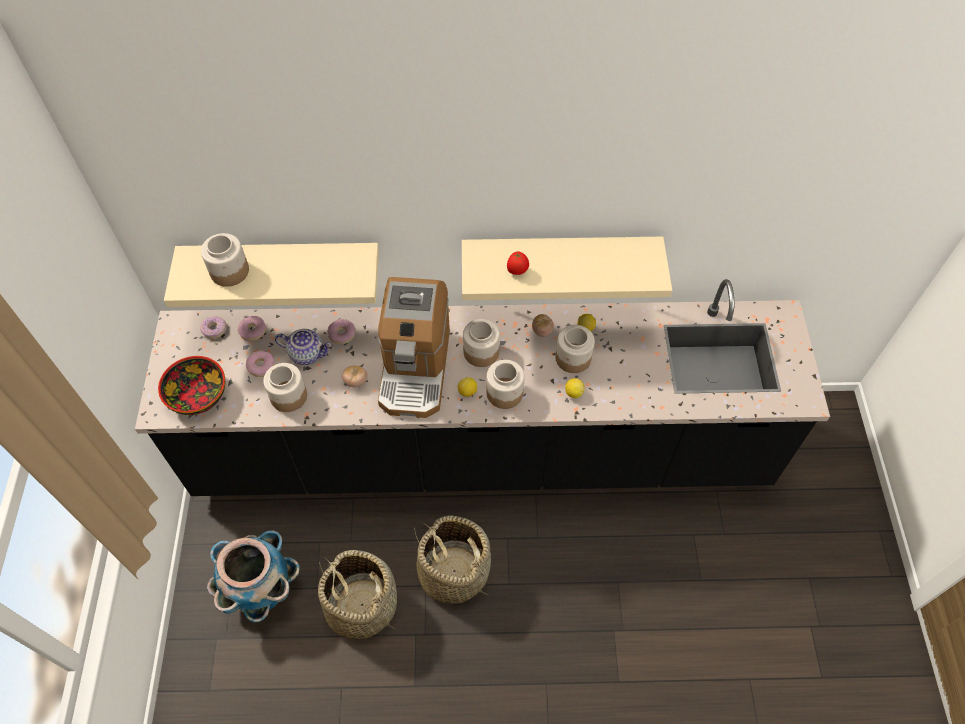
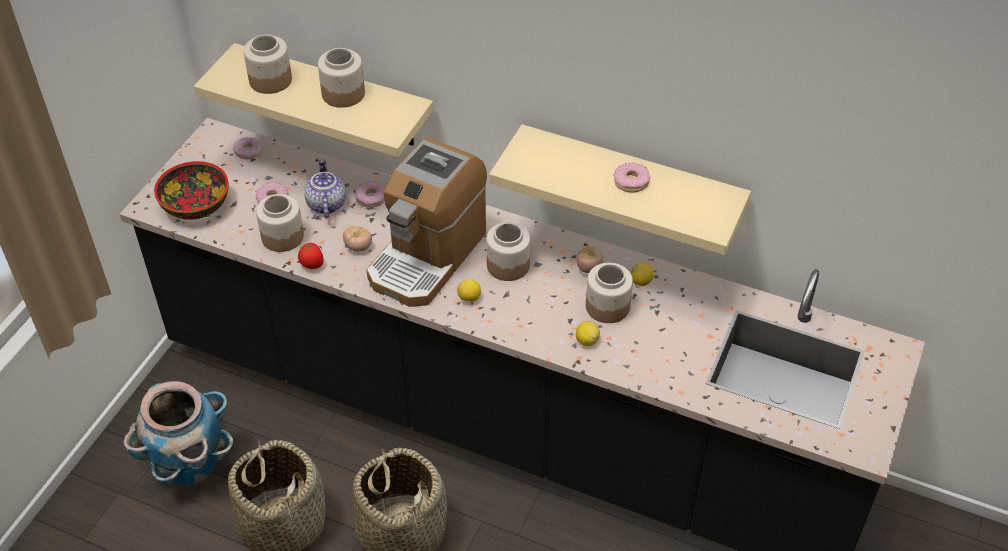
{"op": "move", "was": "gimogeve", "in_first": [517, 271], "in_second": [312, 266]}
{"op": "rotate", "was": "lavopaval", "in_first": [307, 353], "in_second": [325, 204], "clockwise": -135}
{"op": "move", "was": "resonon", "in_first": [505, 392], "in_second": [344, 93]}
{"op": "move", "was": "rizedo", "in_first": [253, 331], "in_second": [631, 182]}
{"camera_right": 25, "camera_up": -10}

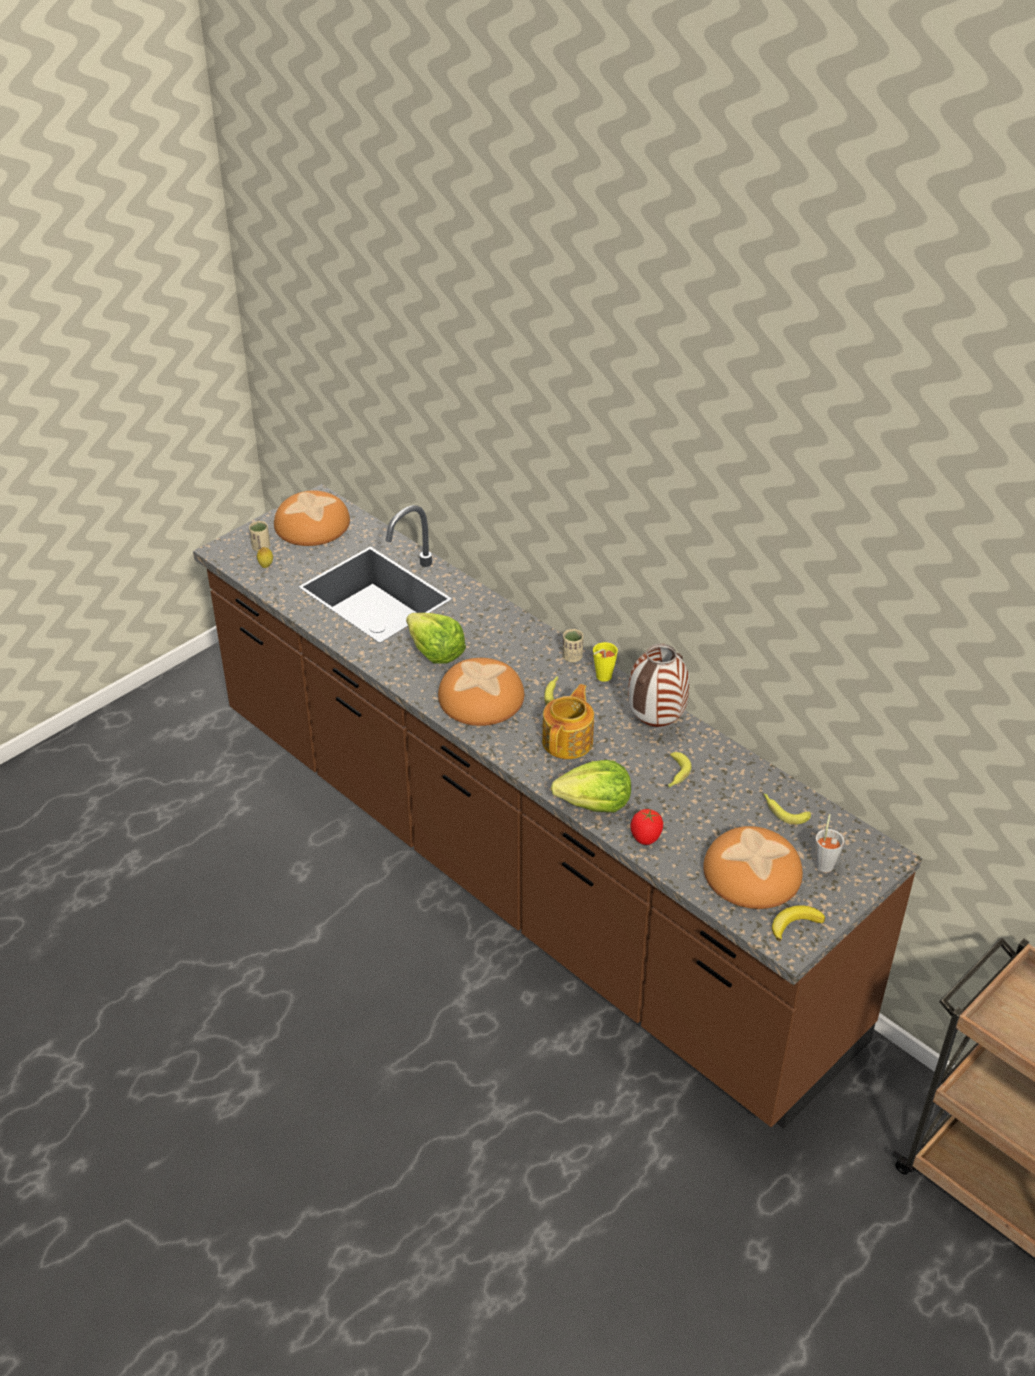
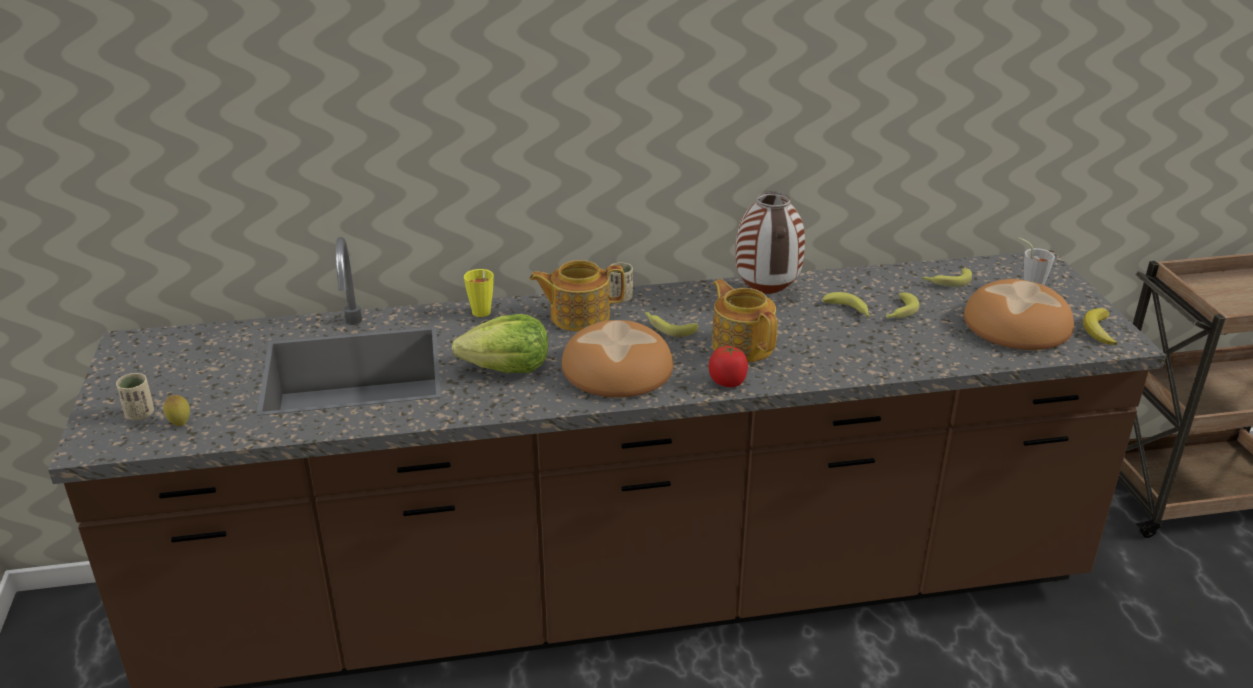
{"op": "move", "was": "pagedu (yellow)", "in_first": [601, 678], "in_second": [481, 314]}
{"op": "insert", "now": "lavopaval", "in_second": [578, 316]}
{"op": "move", "was": "gimogeve", "in_first": [645, 838], "in_second": [728, 382]}
{"op": "insert", "now": "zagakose", "in_second": [898, 312]}
{"op": "delete", "was": "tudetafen", "in_first": [312, 524]}
{"op": "delete", "was": "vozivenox", "in_first": [595, 804]}
{"camera_right": -55, "camera_up": -10}

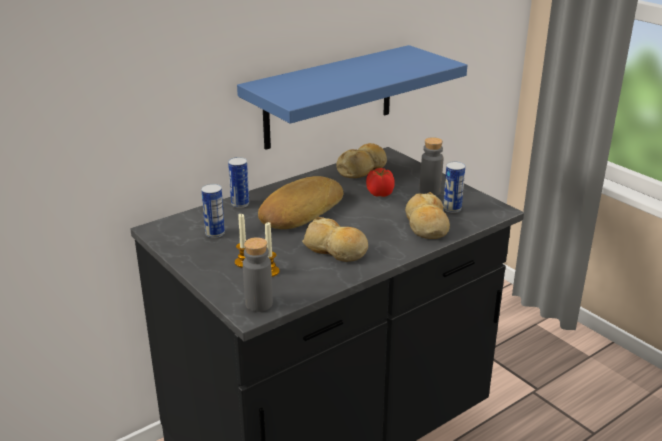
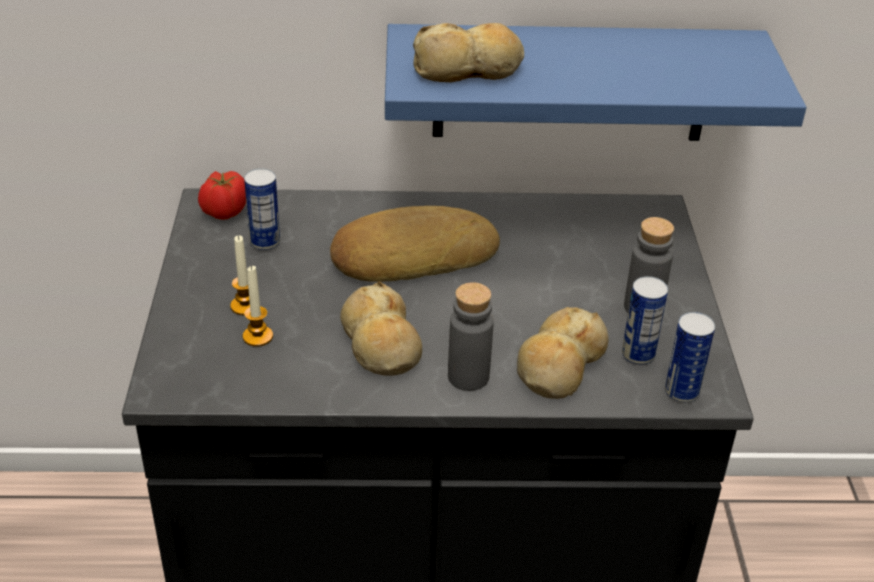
{"op": "move", "was": "gimogeve", "in_first": [379, 194], "in_second": [224, 212]}
{"op": "move", "was": "tudetafen", "in_first": [363, 169], "in_second": [468, 69]}
{"op": "move", "was": "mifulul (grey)", "in_first": [259, 304], "in_second": [468, 377]}
{"op": "move", "was": "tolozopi", "in_first": [240, 204], "in_second": [681, 392]}
{"camera_right": 35, "camera_up": 10}

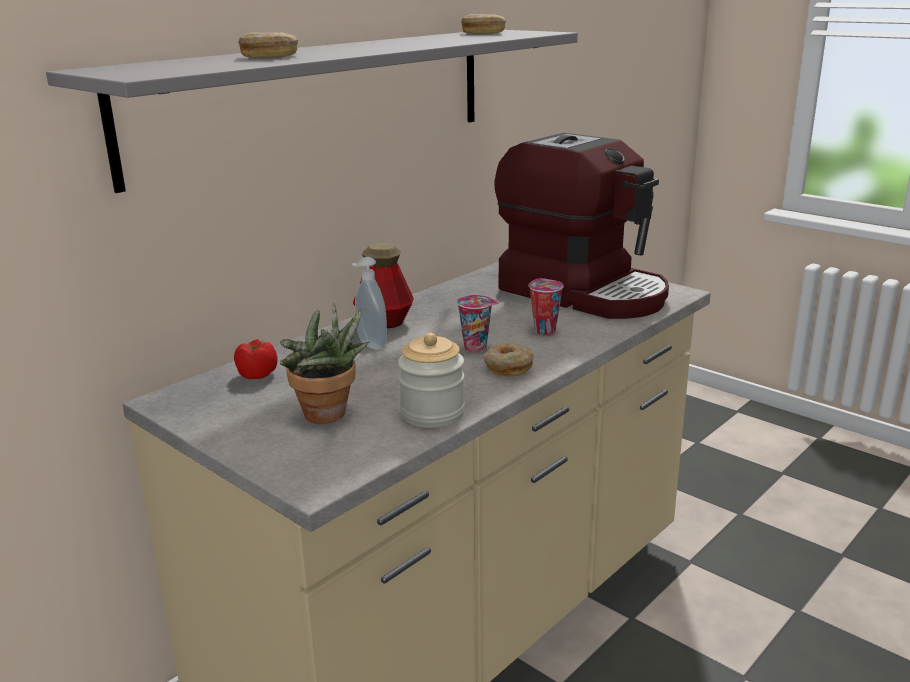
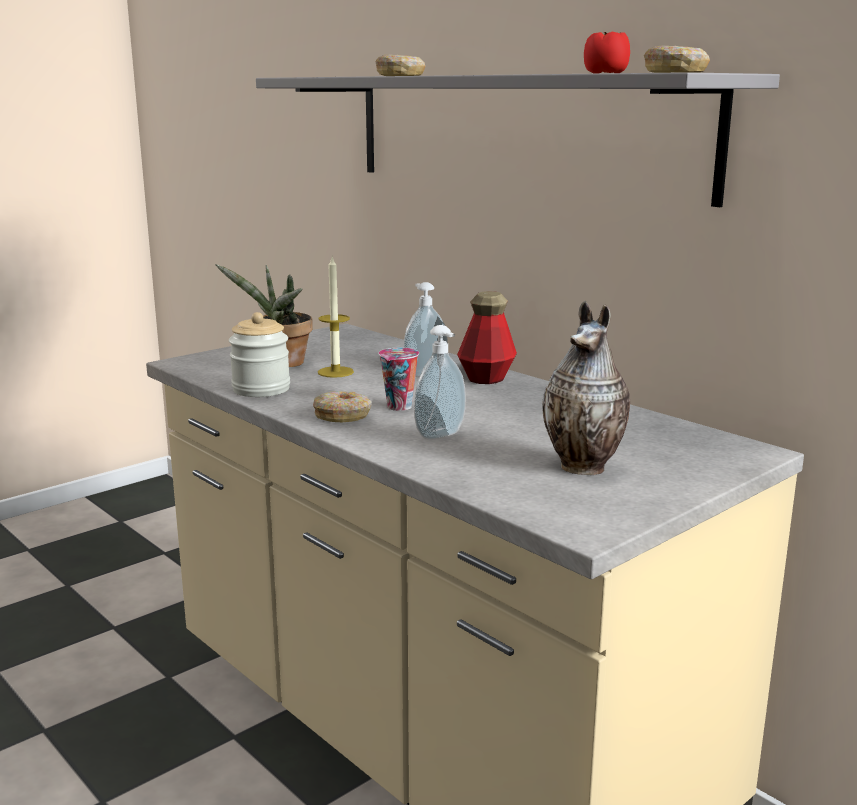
{"op": "insert", "now": "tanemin", "in_second": [335, 372]}
{"op": "replace", "was": "pagedu", "now": "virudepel", "in_first": [543, 330], "in_second": [441, 436]}
{"op": "replace", "was": "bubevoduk", "now": "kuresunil", "in_first": [584, 292], "in_second": [586, 467]}
{"op": "move", "was": "gimogeve", "in_first": [256, 374], "in_second": [605, 73]}
{"camera_right": 95, "camera_up": -5}

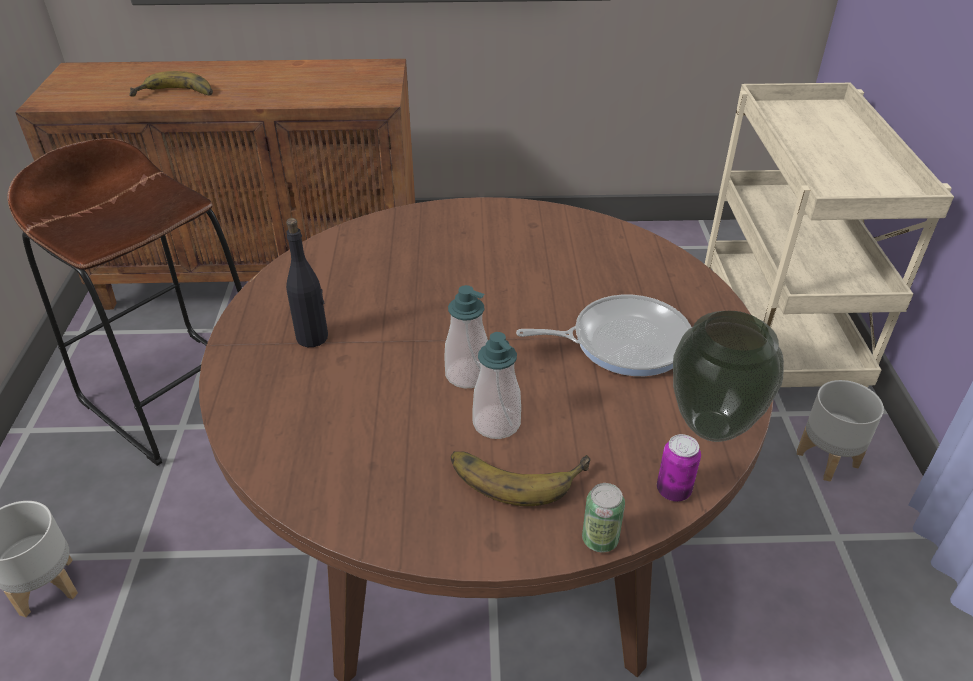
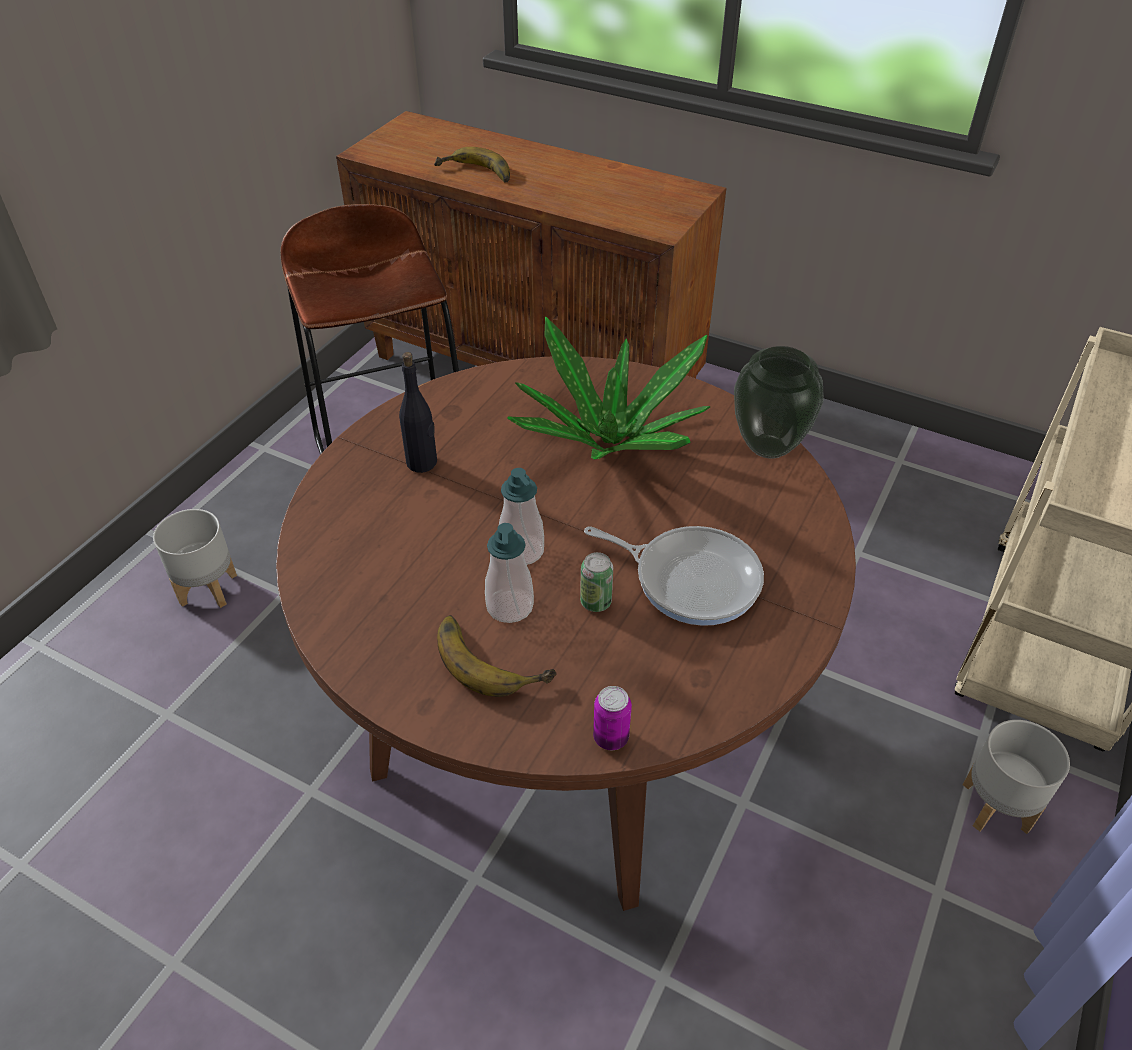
{"op": "insert", "now": "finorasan", "in_second": [609, 442]}
{"op": "move", "was": "tolozopi", "in_first": [600, 539], "in_second": [596, 602]}
{"op": "move", "was": "kuresunil", "in_first": [713, 426], "in_second": [770, 447]}
{"camera_right": 30, "camera_up": 5}

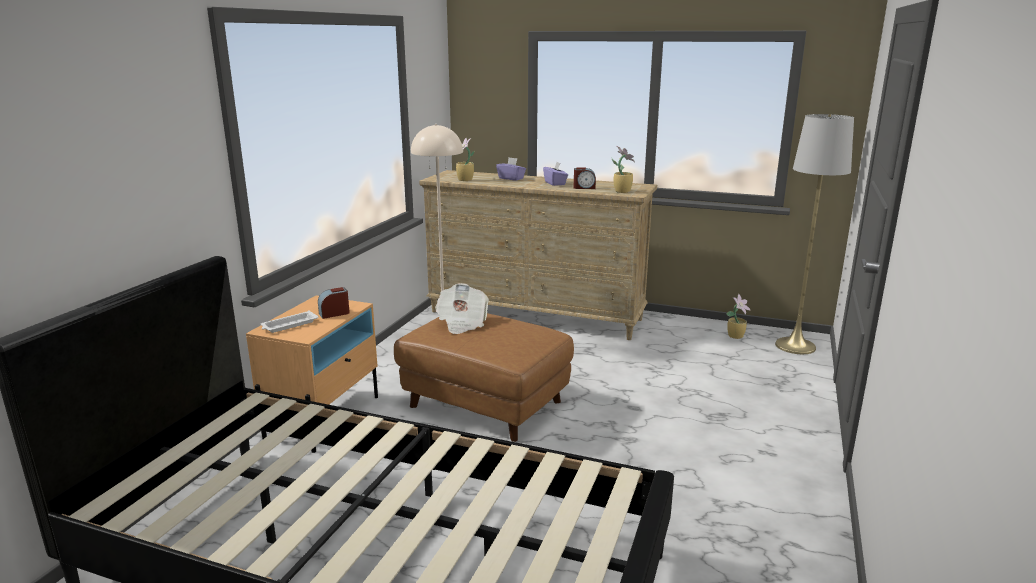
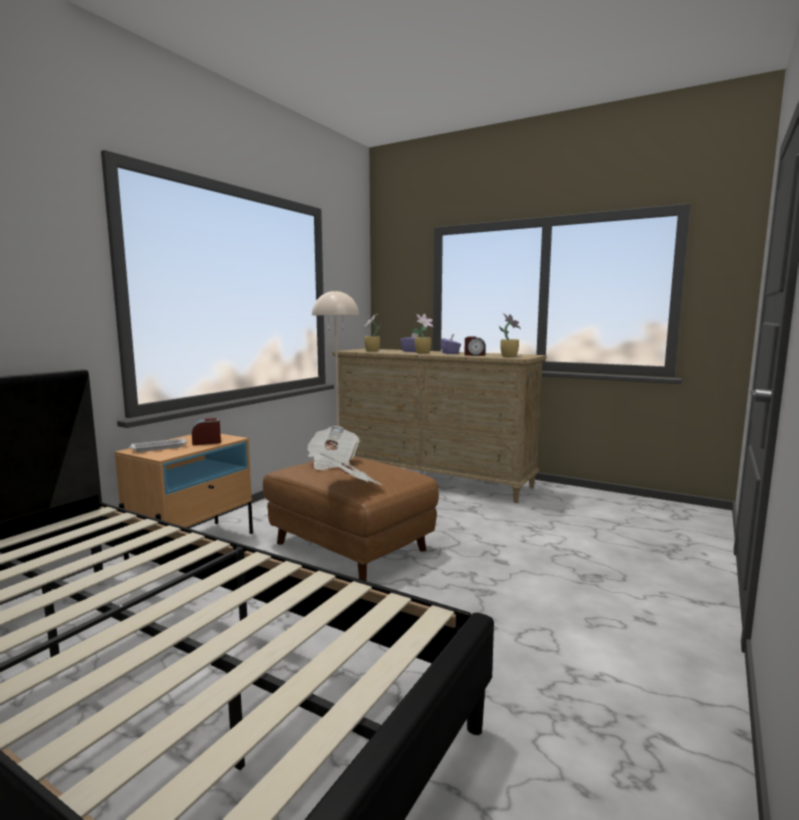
{"op": "insert", "now": "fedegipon", "in_second": [351, 485]}
{"op": "move", "was": "finorasan", "in_first": [736, 336], "in_second": [423, 353]}
{"op": "delete", "was": "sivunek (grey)", "in_first": [795, 346]}
{"camera_right": 10, "camera_up": -10}

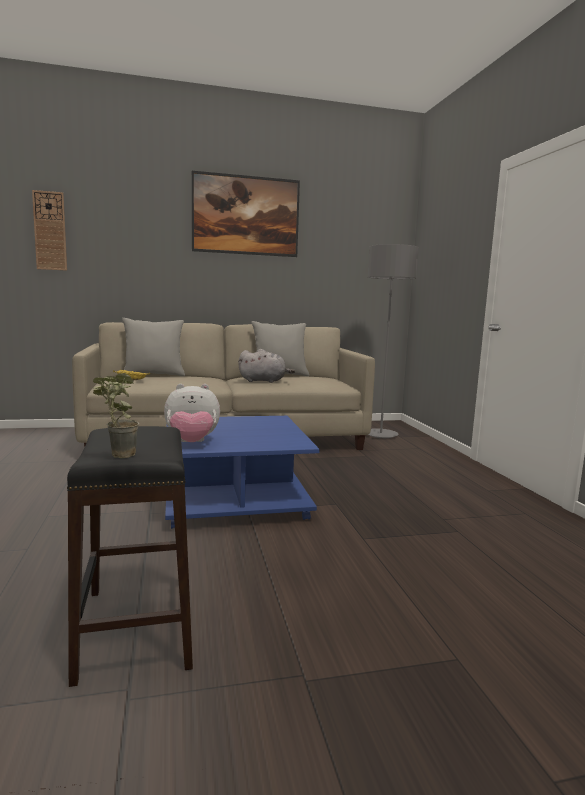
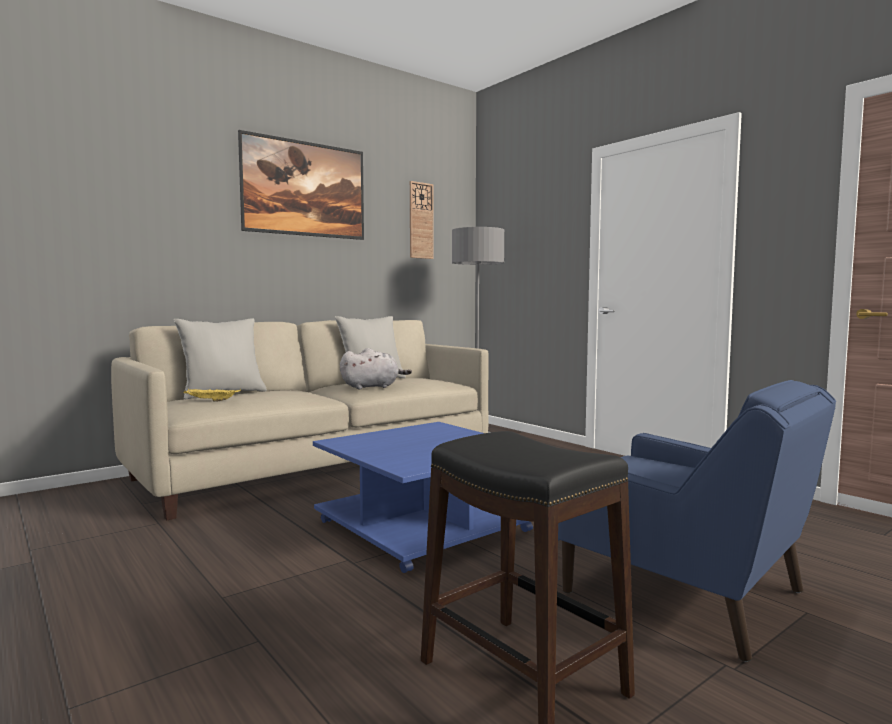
{"op": "move", "was": "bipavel", "in_first": [50, 231], "in_second": [421, 220]}
{"op": "insert", "now": "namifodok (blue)", "in_second": [687, 594]}
{"op": "delete", "was": "finorasan", "in_first": [116, 455]}
{"op": "delete", "was": "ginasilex", "in_first": [192, 443]}
{"camera_right": -25, "camera_up": -5}

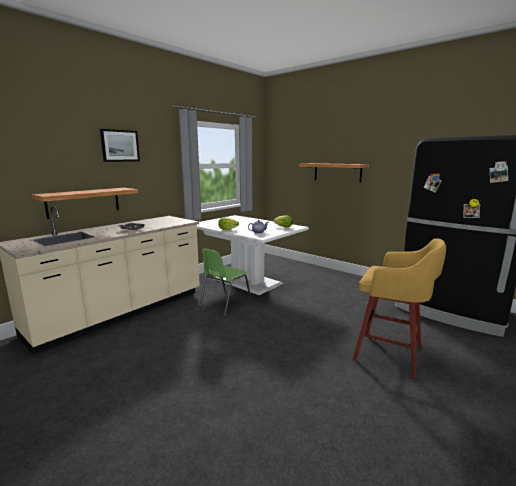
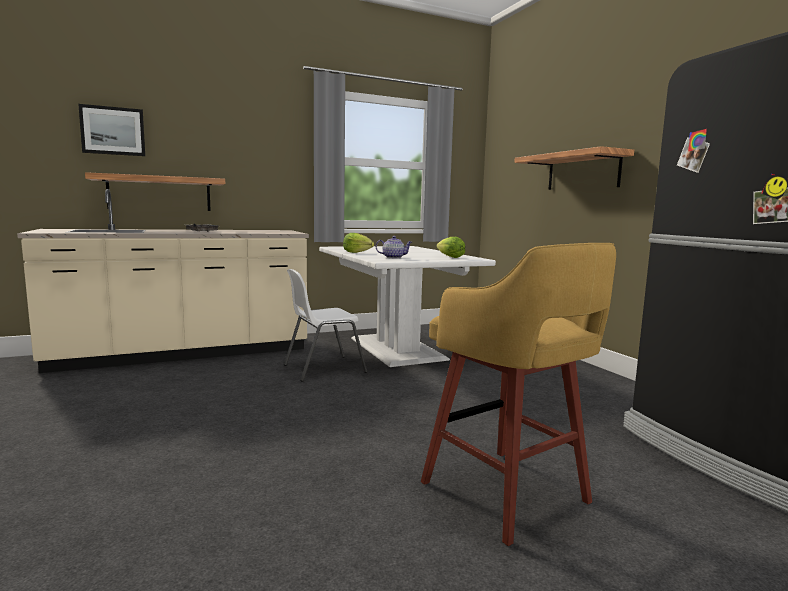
{"op": "move", "was": "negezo", "in_first": [120, 146], "in_second": [113, 131]}
{"op": "recolor", "was": "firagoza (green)", "now": "firagoza (white)", "in_first": [224, 304], "in_second": [323, 368]}
{"camera_right": 25, "camera_up": -5}

